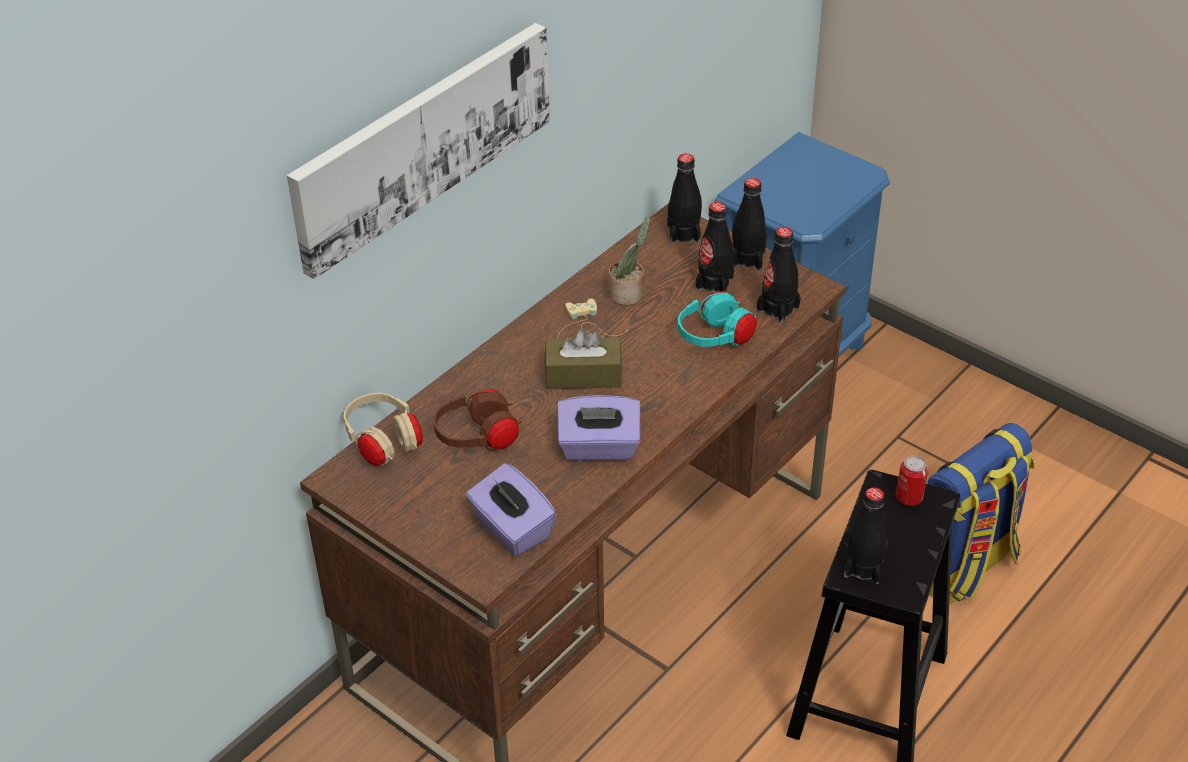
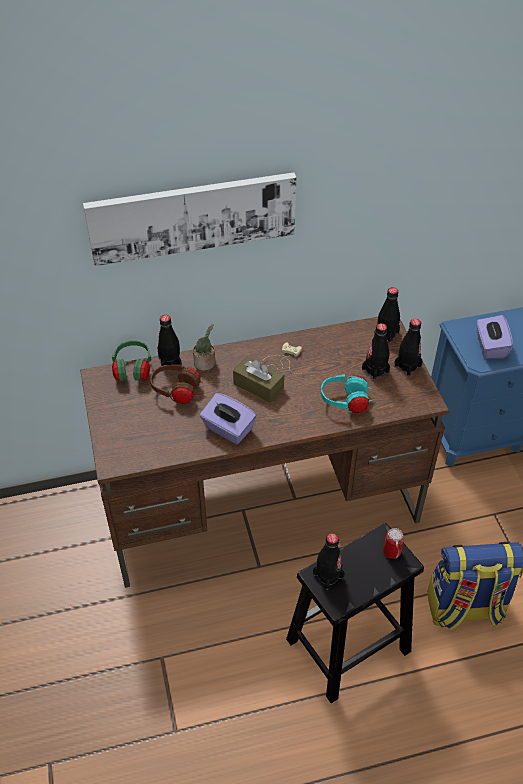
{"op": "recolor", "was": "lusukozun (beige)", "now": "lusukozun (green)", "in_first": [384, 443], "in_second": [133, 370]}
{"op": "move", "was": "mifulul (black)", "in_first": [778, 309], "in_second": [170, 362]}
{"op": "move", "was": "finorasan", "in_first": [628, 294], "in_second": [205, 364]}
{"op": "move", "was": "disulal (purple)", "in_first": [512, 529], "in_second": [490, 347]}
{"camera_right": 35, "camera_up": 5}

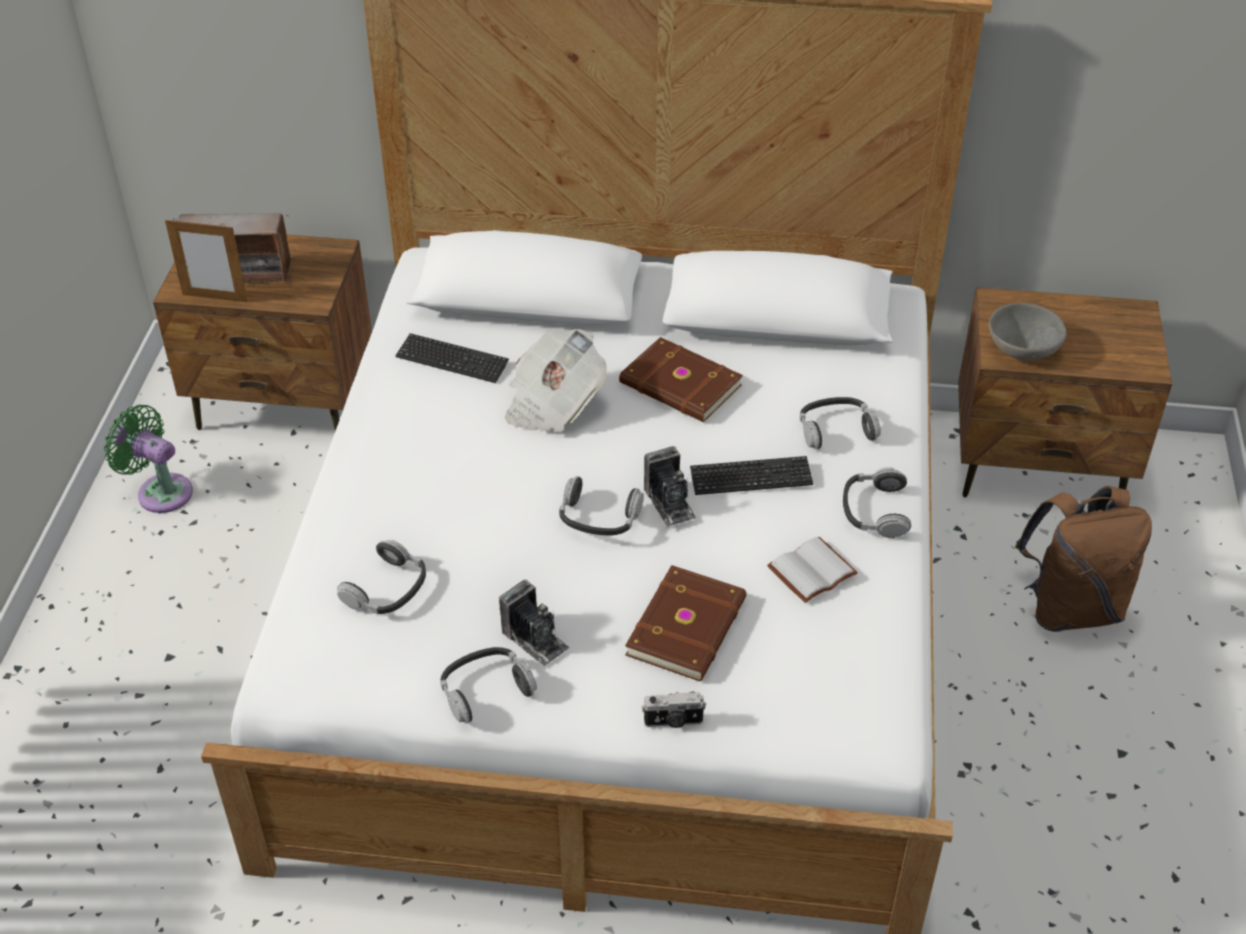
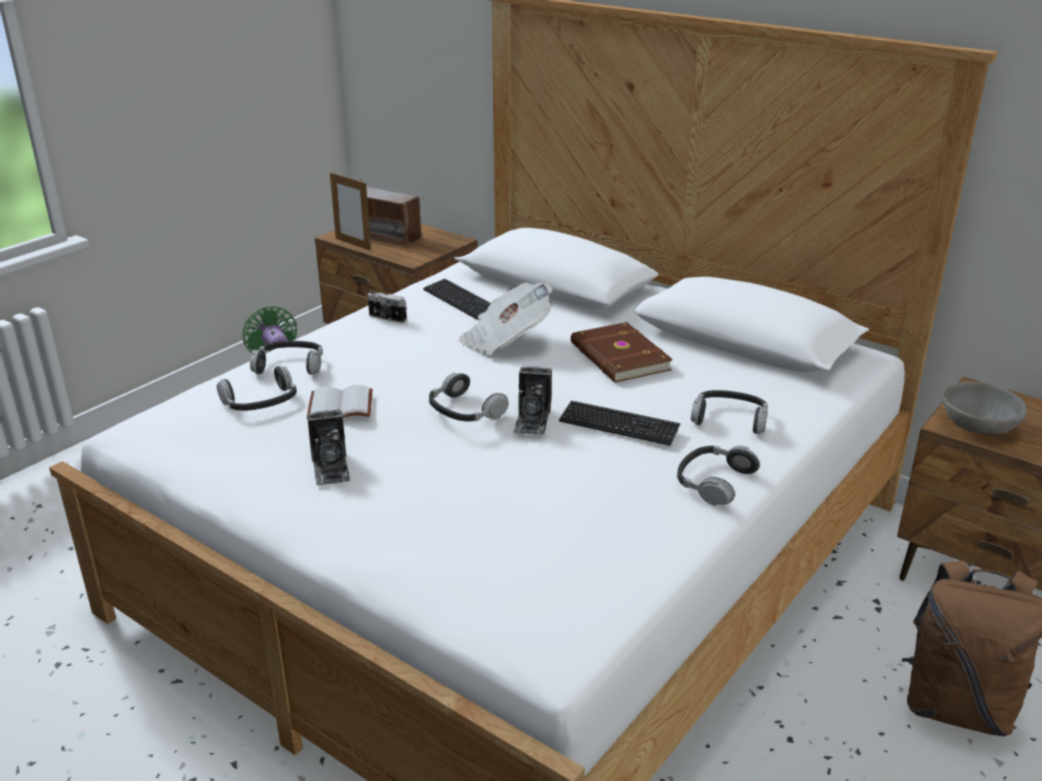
{"op": "move", "was": "lusukozun", "in_first": [485, 690], "in_second": [290, 366]}
{"op": "move", "was": "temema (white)", "in_first": [812, 573], "in_second": [339, 407]}
{"op": "move", "was": "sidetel", "in_first": [673, 722], "in_second": [387, 318]}
{"op": "delete", "was": "temema (brown)", "in_first": [689, 627]}
{"camera_right": 30, "camera_up": -15}

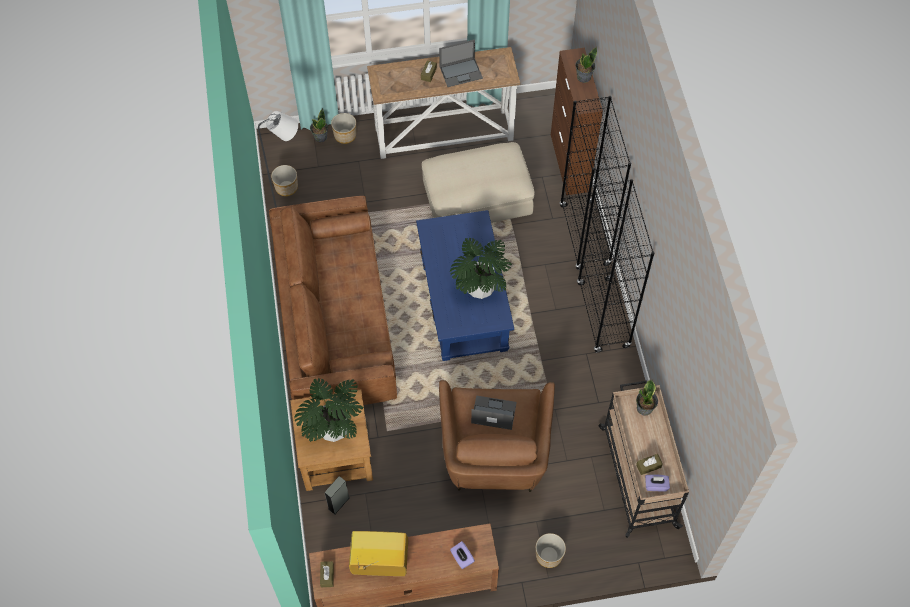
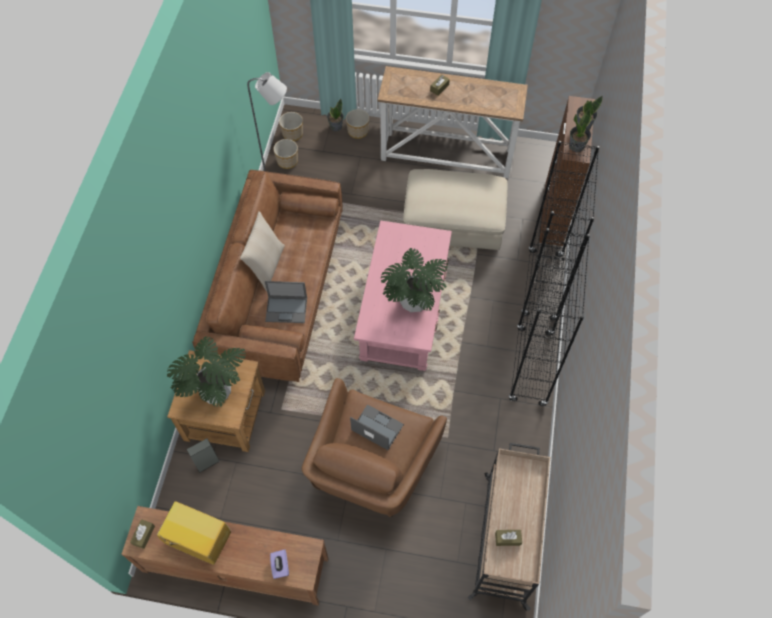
{"op": "insert", "now": "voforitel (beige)", "in_second": [266, 266]}
{"op": "move", "was": "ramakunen", "in_first": [461, 72], "in_second": [287, 309]}
{"op": "move", "was": "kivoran", "in_first": [548, 556], "in_second": [292, 134]}
{"op": "recolor", "was": "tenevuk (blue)", "now": "tenevuk (pink)", "in_first": [464, 299], "in_second": [404, 309]}
{"op": "move", "was": "finorasan", "in_first": [644, 408], "in_second": [576, 146]}
{"op": "delete", "was": "disulal (purple)", "in_first": [656, 485]}
{"camera_right": 20, "camera_up": 0}

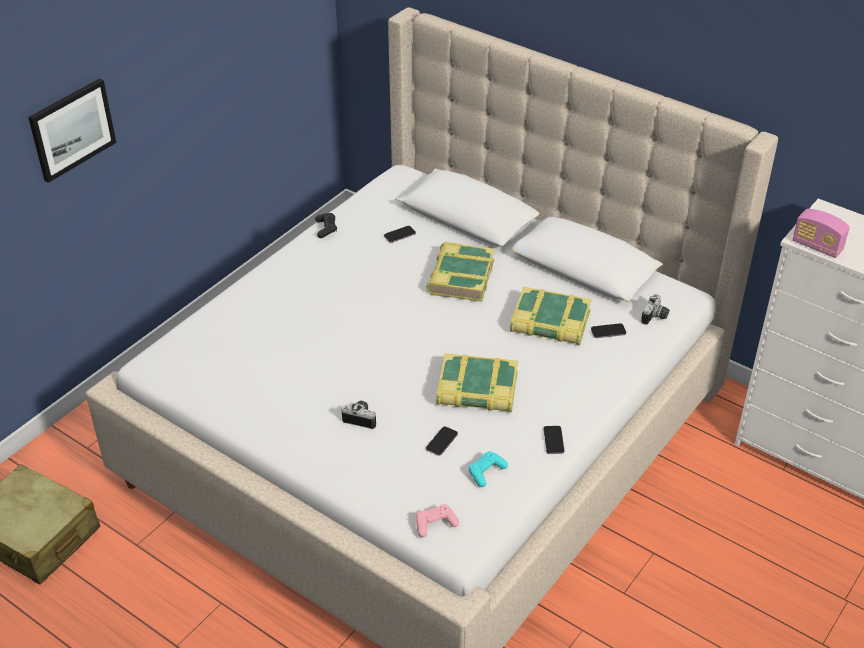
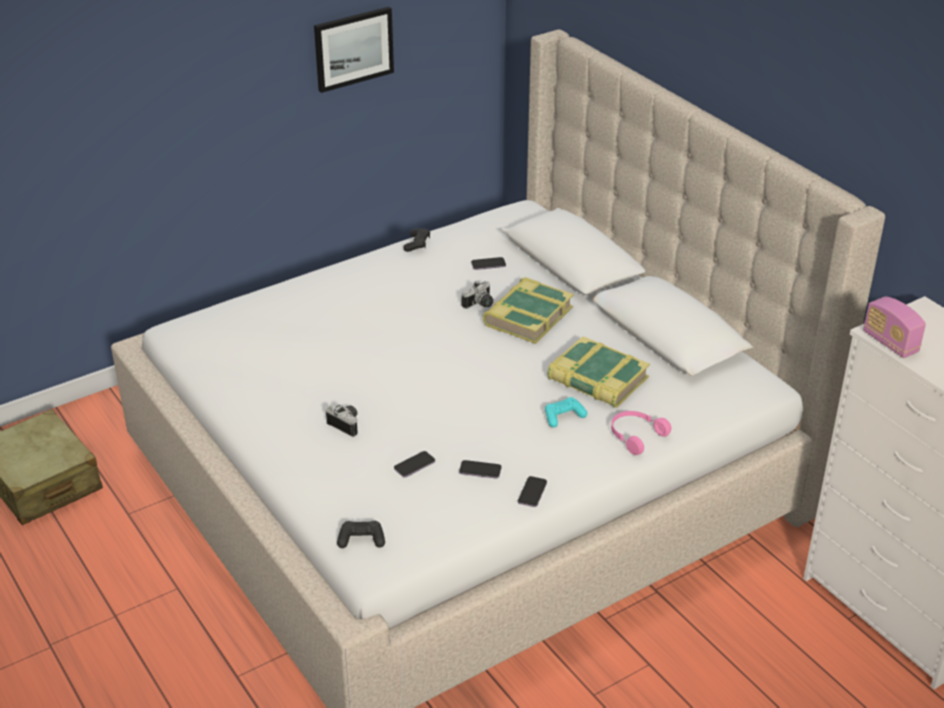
{"op": "move", "was": "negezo", "in_first": [72, 129], "in_second": [353, 48]}
{"op": "recolor", "was": "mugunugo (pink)", "now": "mugunugo (black)", "in_first": [435, 524], "in_second": [361, 540]}
{"op": "move", "was": "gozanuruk", "in_first": [608, 332], "in_second": [480, 470]}
{"op": "move", "was": "sidetel", "in_first": [655, 317], "in_second": [480, 304]}
{"op": "move", "was": "mugunugo (turquoise)", "in_first": [486, 472], "in_second": [563, 417]}
{"op": "insert", "now": "lusukozun (pink)", "in_second": [635, 436]}
{"op": "delete", "was": "temema", "in_first": [477, 390]}
{"camera_right": 20, "camera_up": -5}

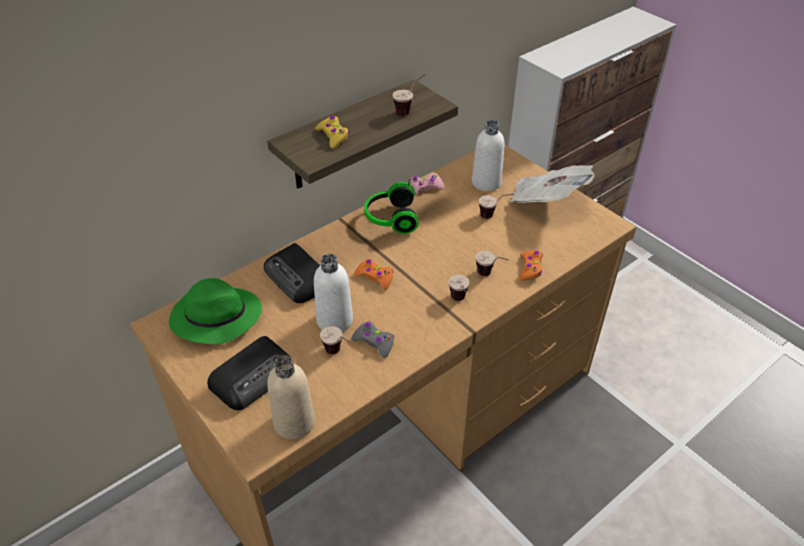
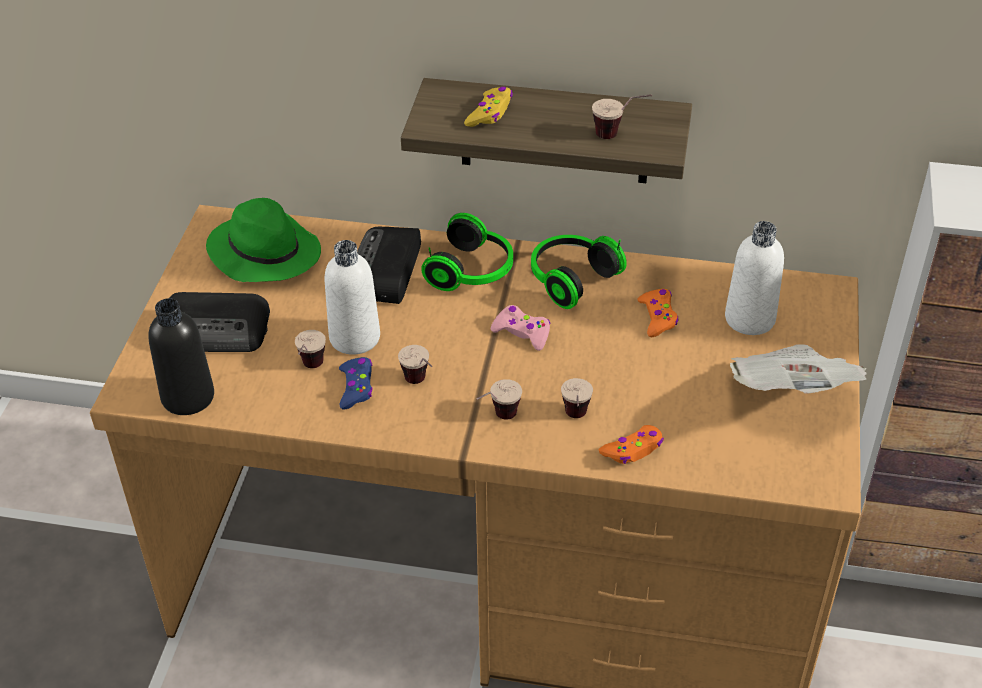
{"op": "recolor", "was": "mifulul (beige)", "now": "mifulul (black)", "in_first": [294, 422], "in_second": [188, 397]}
{"op": "recolor", "was": "mugunugo (grey)", "now": "mugunugo (blue)", "in_first": [374, 342], "in_second": [356, 387]}
{"op": "move", "was": "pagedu", "in_first": [494, 216], "in_second": [420, 385]}
{"op": "insert", "now": "lusukozun", "in_second": [473, 271]}
{"op": "move", "was": "mugunugo (pink)", "in_first": [425, 188], "in_second": [522, 332]}
{"op": "move", "was": "mugunugo (orange)", "in_first": [375, 277], "in_second": [658, 317]}
{"camera_right": 50, "camera_up": 0}

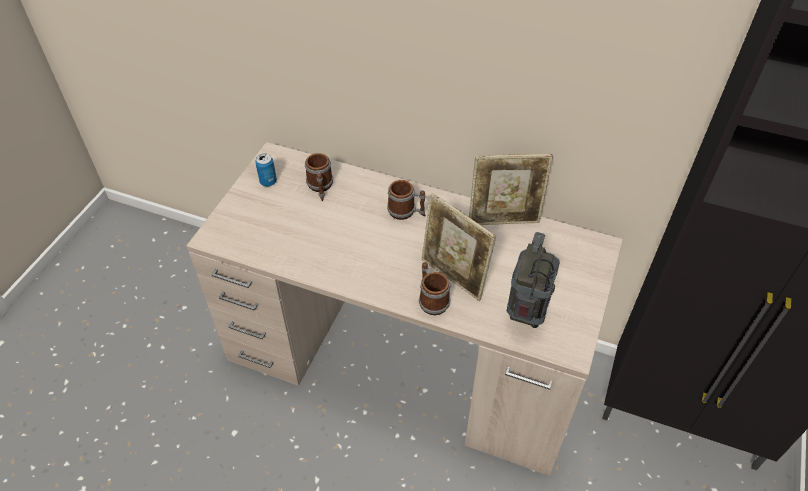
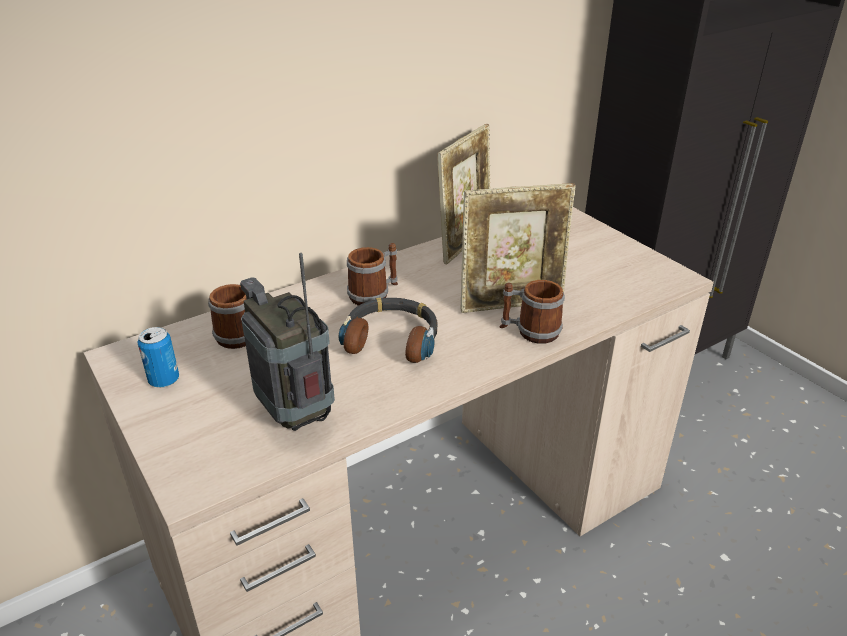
{"op": "move", "was": "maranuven", "in_first": [526, 313], "in_second": [296, 415]}
{"op": "insert", "now": "lusukozun", "in_second": [392, 338]}
{"camera_right": -55, "camera_up": -15}

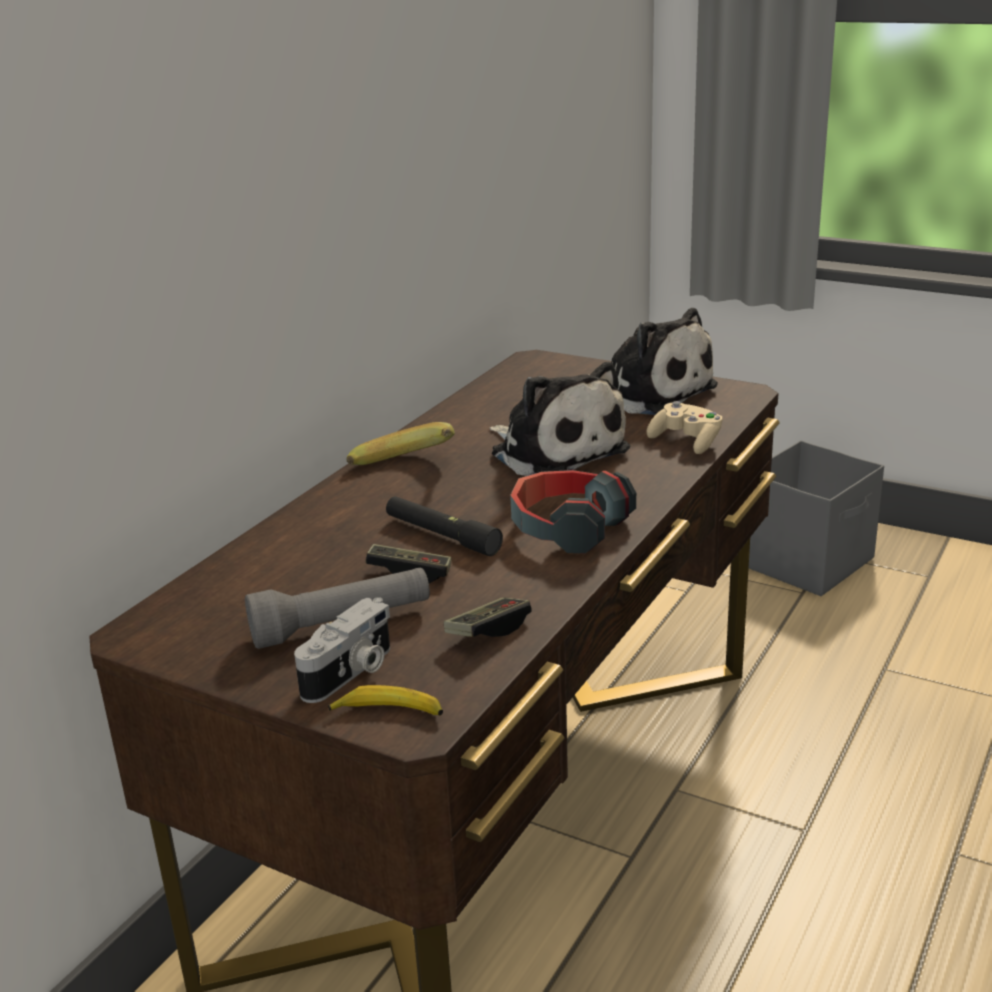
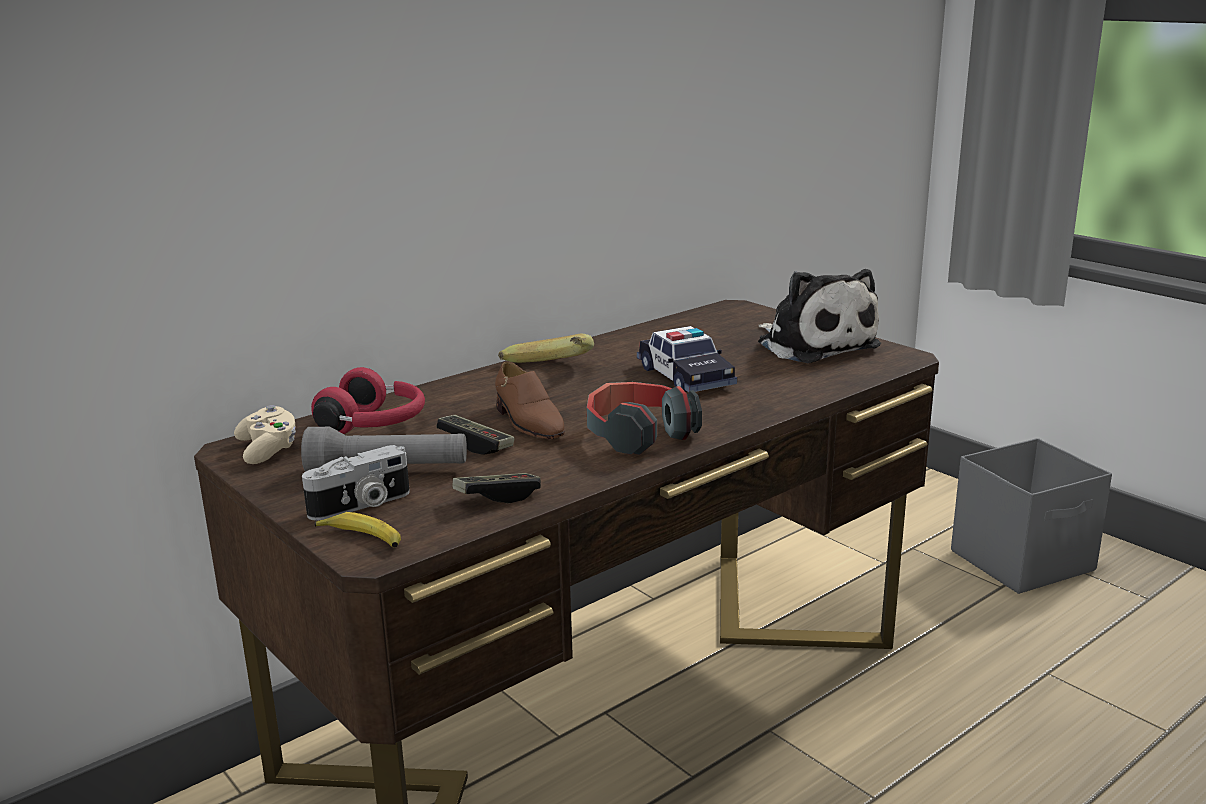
{"op": "move", "was": "mugunugo (beige)", "in_first": [686, 441], "in_second": [268, 450]}
{"op": "insert", "now": "lusukozun (red)", "in_second": [375, 425]}
{"op": "replace", "was": "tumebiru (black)", "now": "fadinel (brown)", "in_first": [442, 535], "in_second": [528, 422]}
{"op": "replace", "was": "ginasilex", "now": "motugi", "in_first": [555, 451], "in_second": [685, 376]}
{"camera_right": 20, "camera_up": -5}

